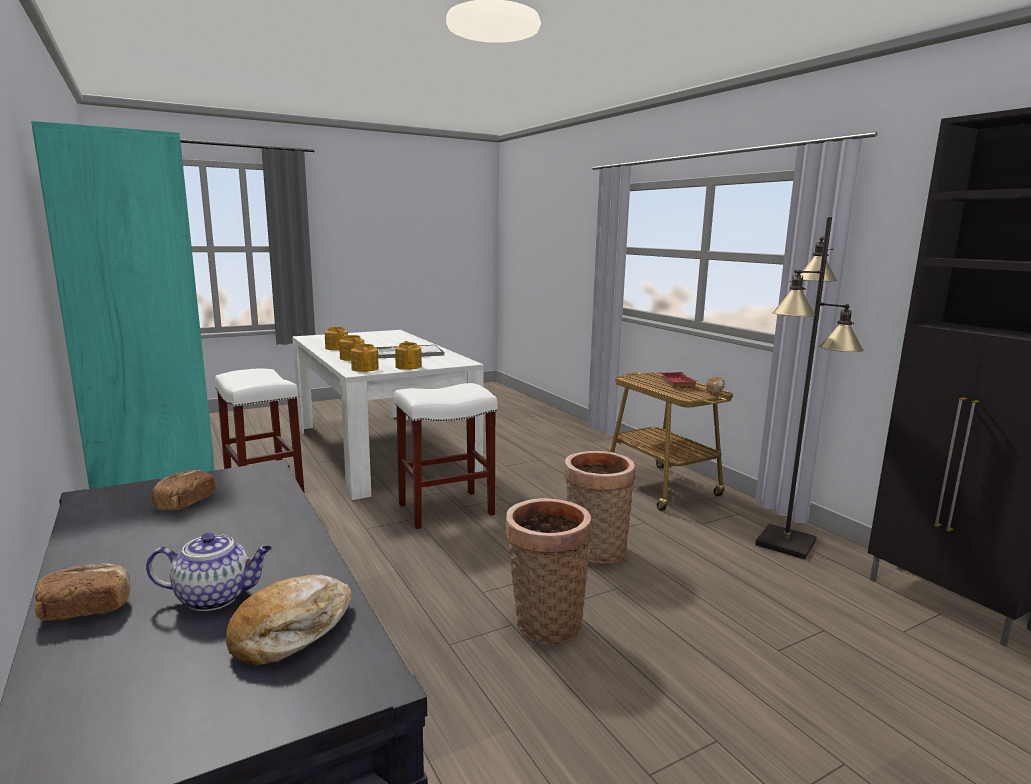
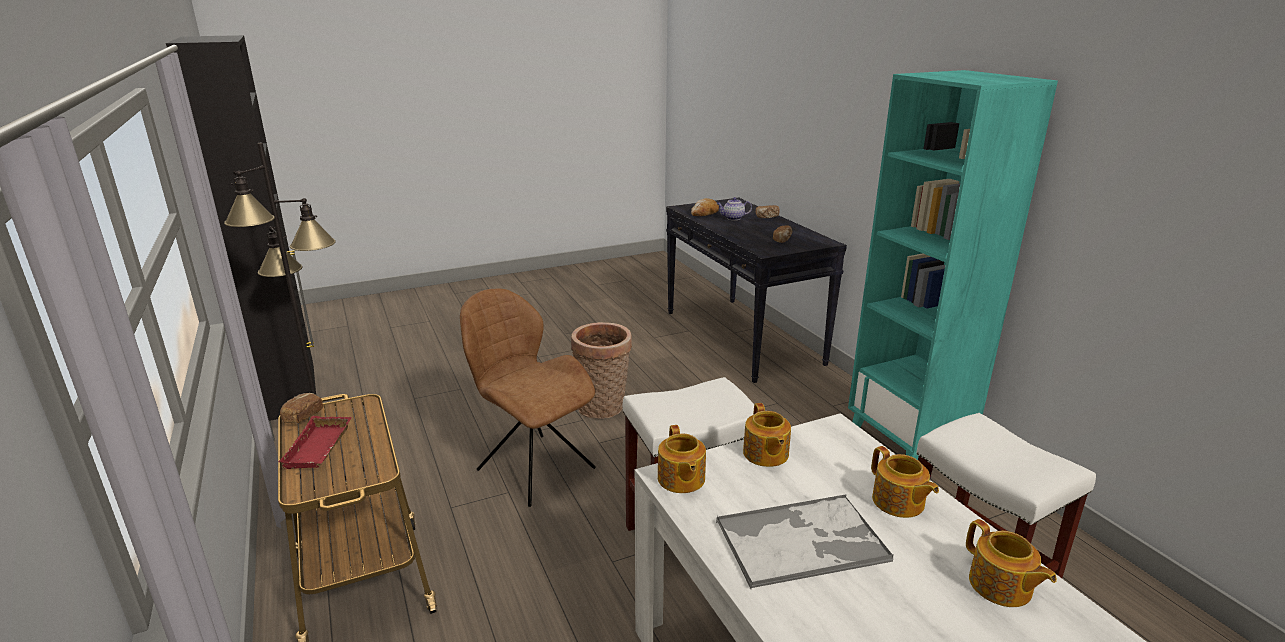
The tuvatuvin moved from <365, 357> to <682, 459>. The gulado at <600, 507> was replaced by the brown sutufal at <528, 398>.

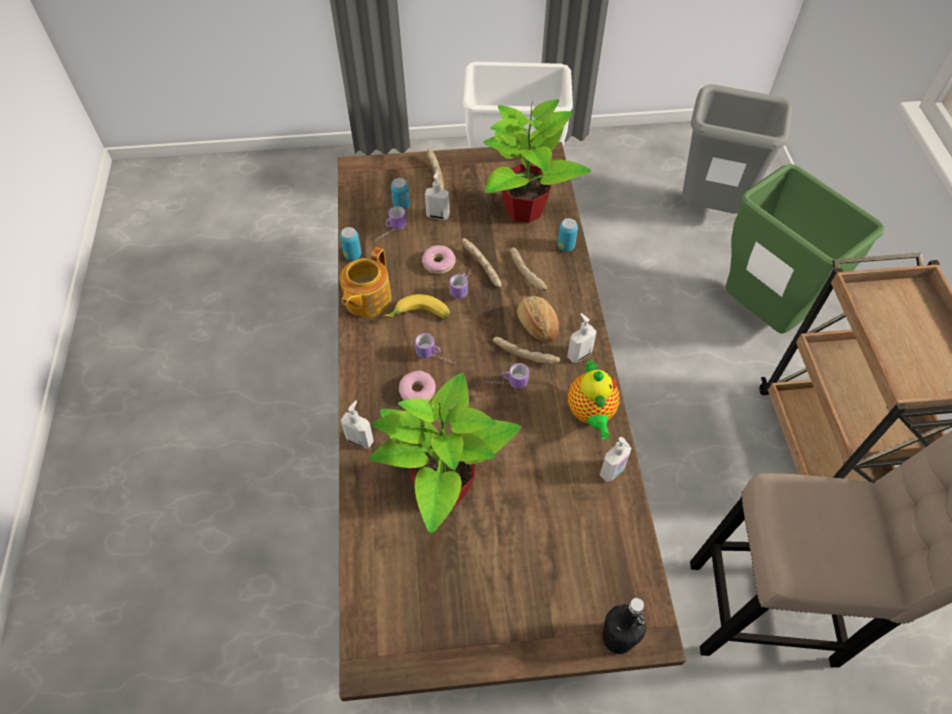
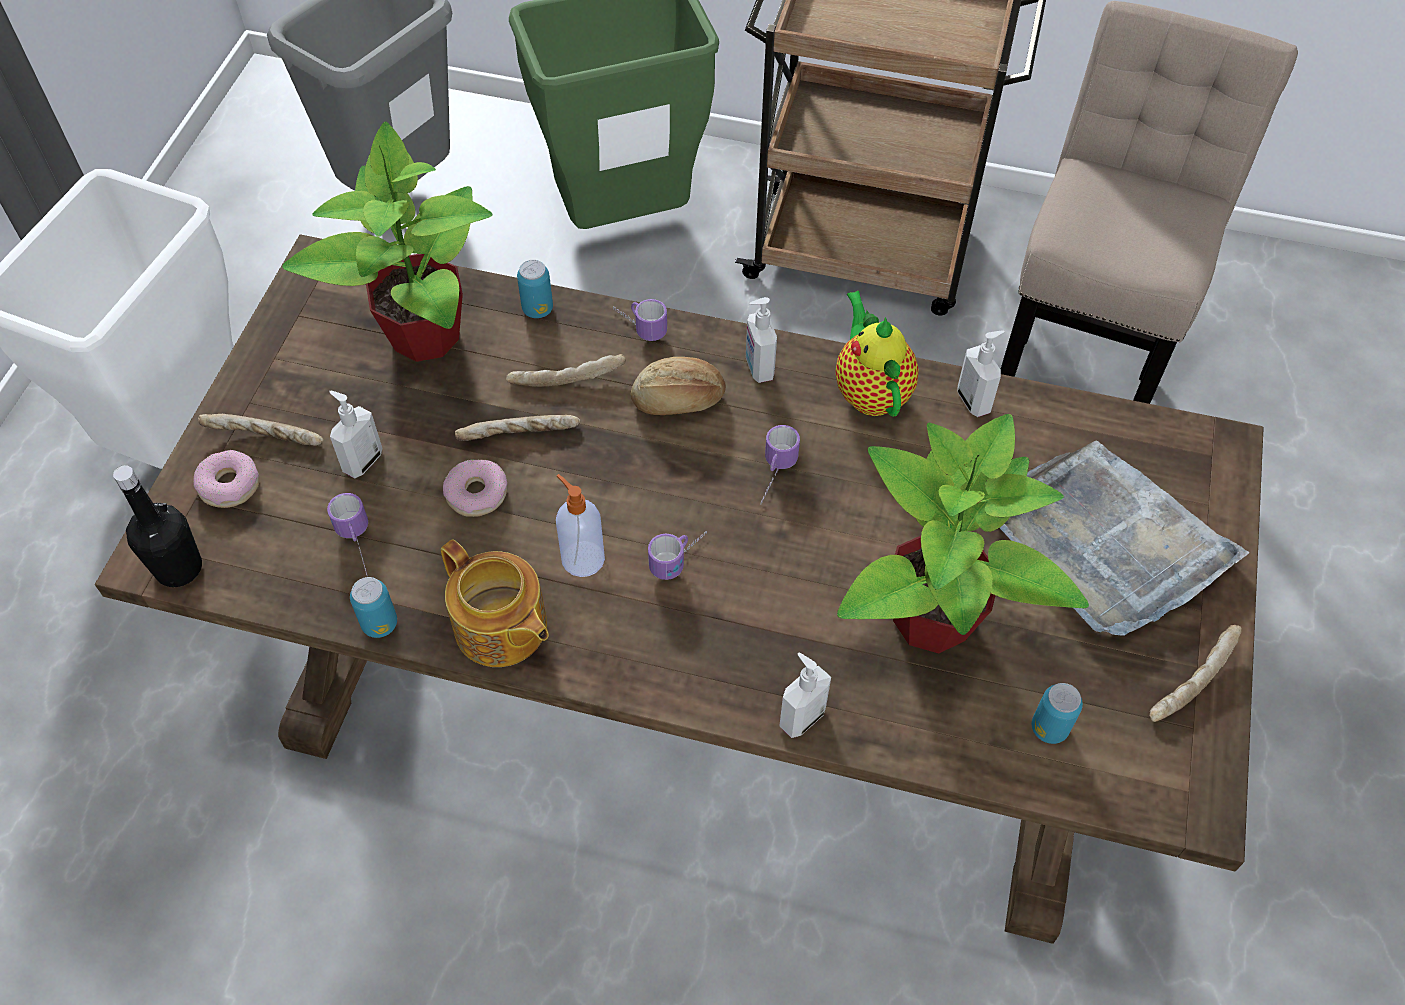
The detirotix moved from <400, 194> to <1057, 713>. The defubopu moved from <459, 285> to <640, 320>. The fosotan at <416, 306> was replaced by the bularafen at <580, 525>. The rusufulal moved from <526, 350> to <1195, 673>. The tuvatuvin at <594, 399> turned 120 degrees counterclockwise. The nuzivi moved from <417, 386> to <226, 479>. The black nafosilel moved from <624, 626> to <157, 526>. The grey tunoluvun at <1124, 538> appeared.

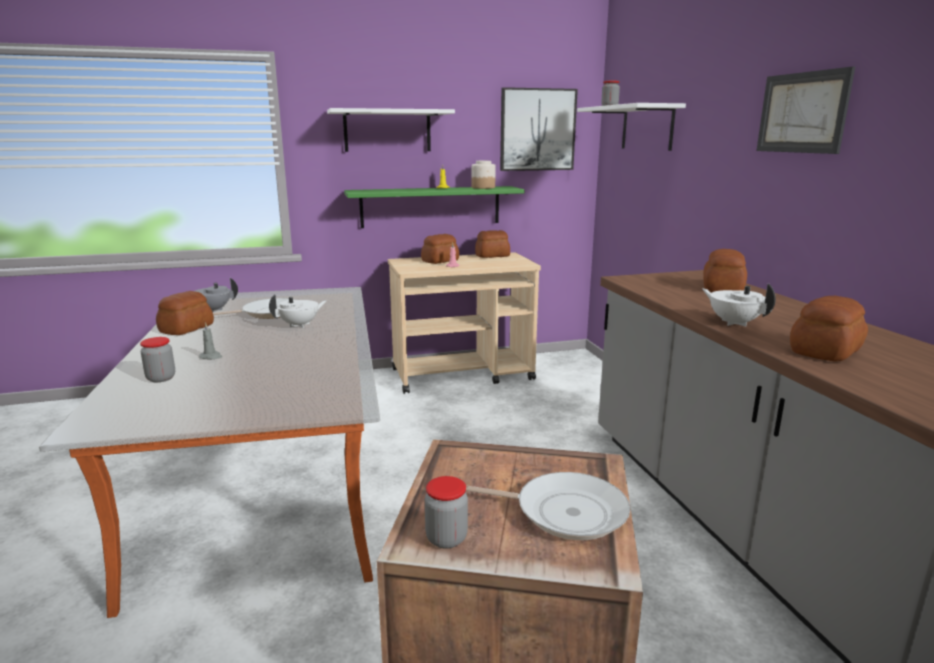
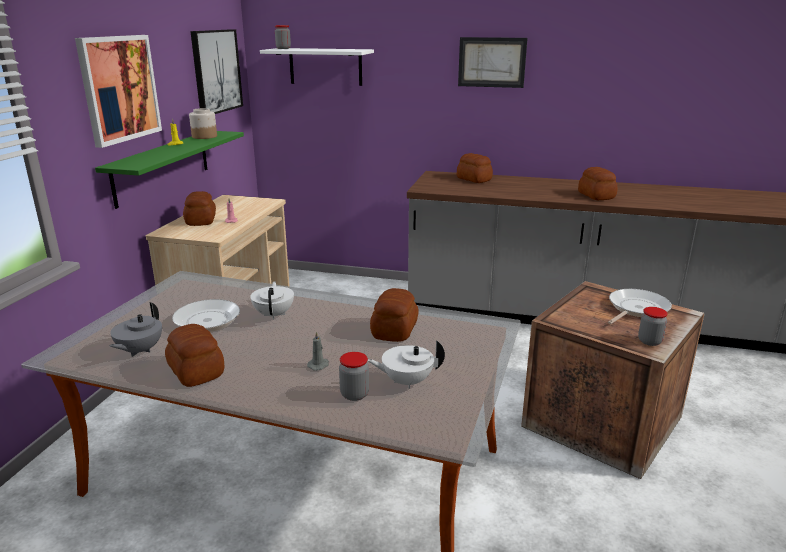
The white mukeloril at <391, 130> was replaced by the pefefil at <118, 91>. The rusufulal moved from <492, 244> to <394, 315>. The white tuvatuvin moved from <739, 305> to <406, 364>.

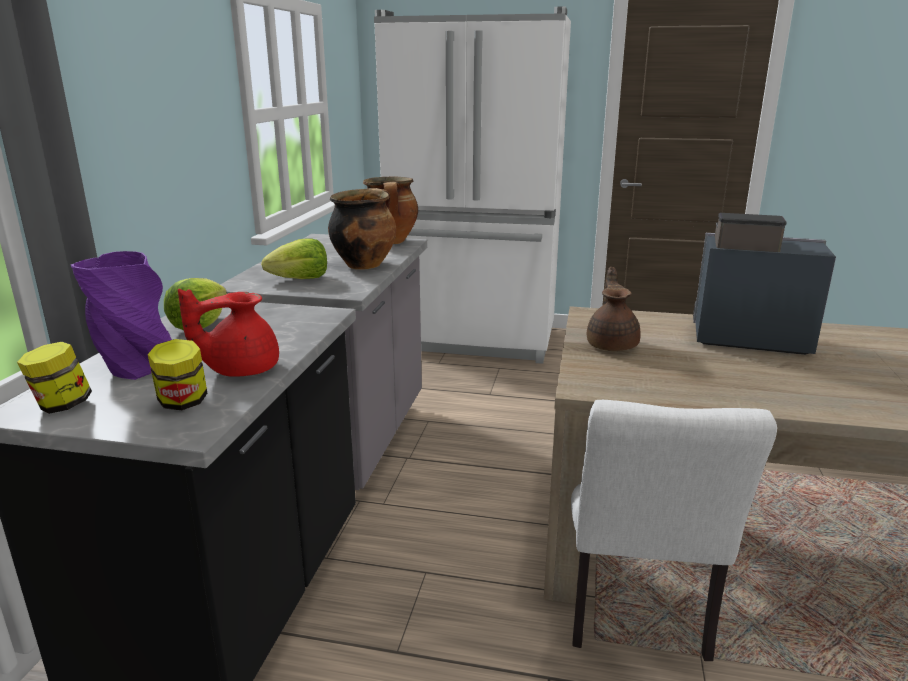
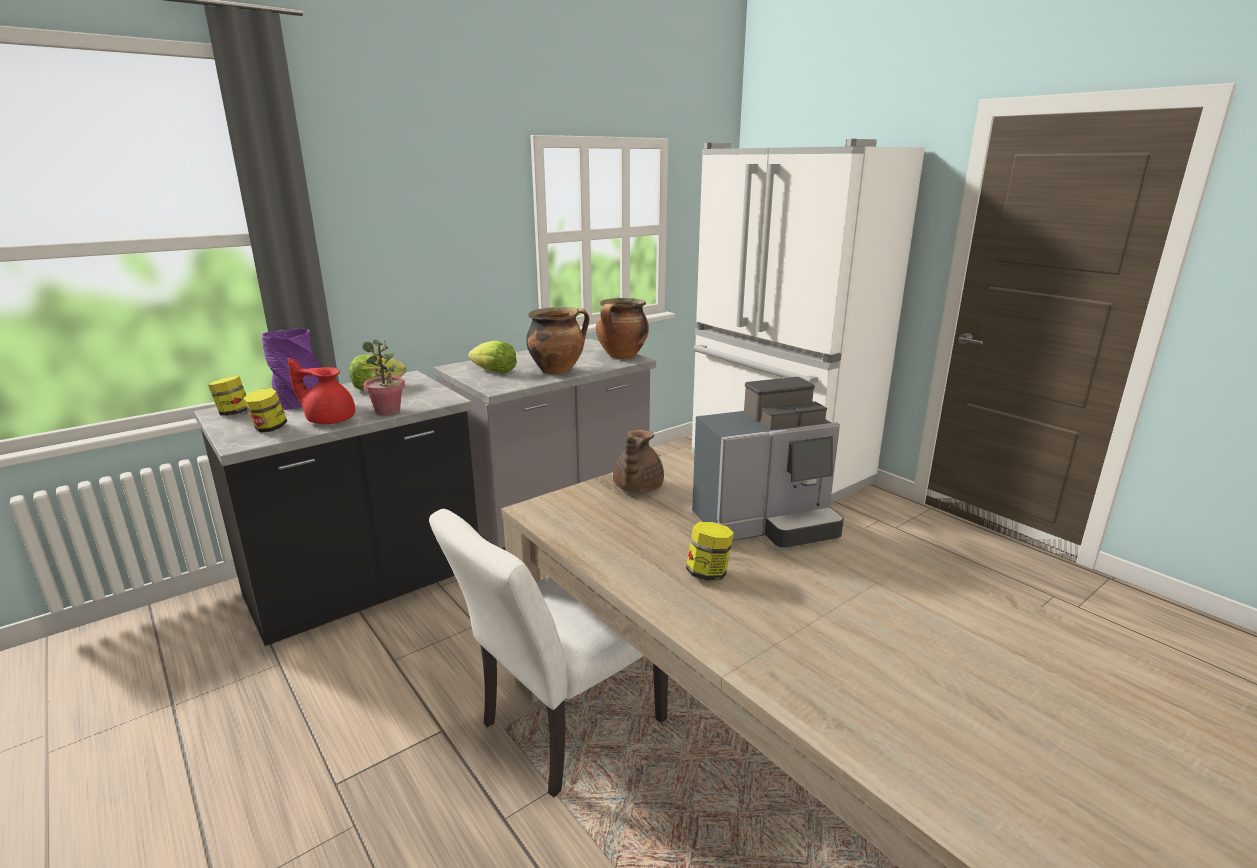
The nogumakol at <764, 284> turned 105 degrees clockwise. The brown tuvatuvin at <614, 309> turned 150 degrees clockwise. The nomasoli at <383, 378> appeared. The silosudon at <710, 551> appeared.

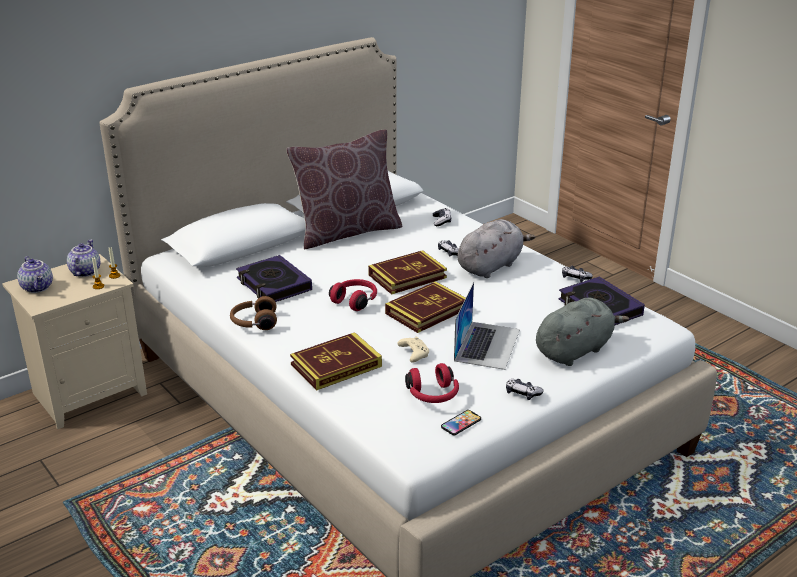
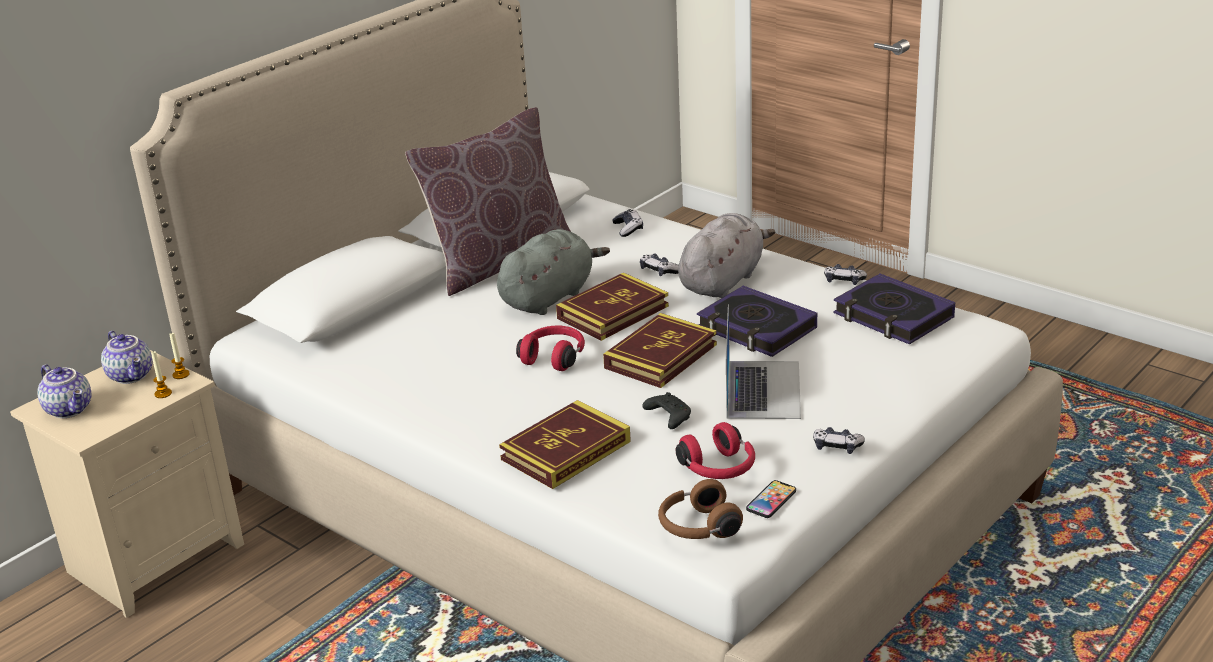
The tuvatuvin at <83, 258> turned 150 degrees clockwise. The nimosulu moved from <274, 278> to <757, 321>. The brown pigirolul moved from <253, 313> to <700, 509>. The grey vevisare moved from <582, 332> to <553, 272>. The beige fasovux at <413, 349> became the black fasovux at <666, 410>.

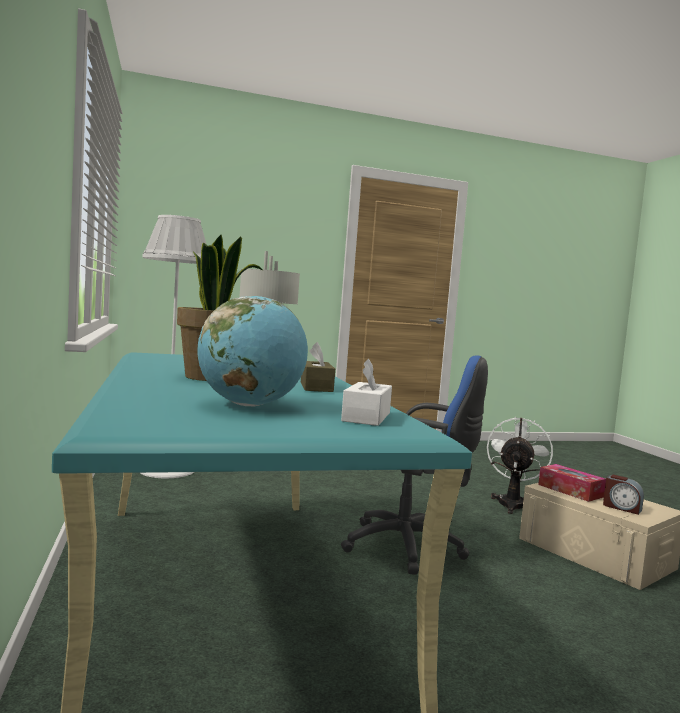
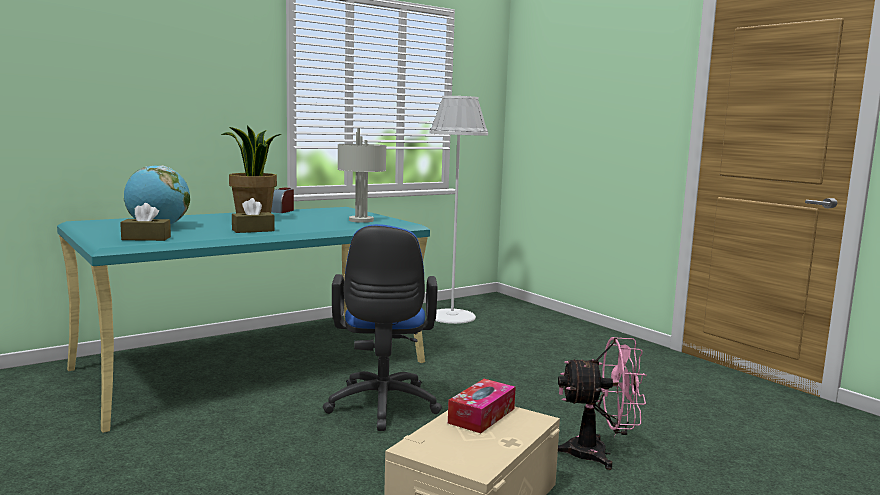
The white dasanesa at <366, 392> became the brown dasanesa at <145, 222>. The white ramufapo at <520, 465> became the pink ramufapo at <602, 403>. The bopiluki moved from <623, 495> to <282, 200>.

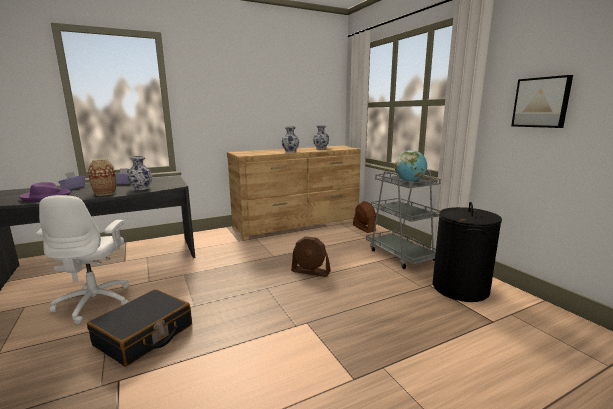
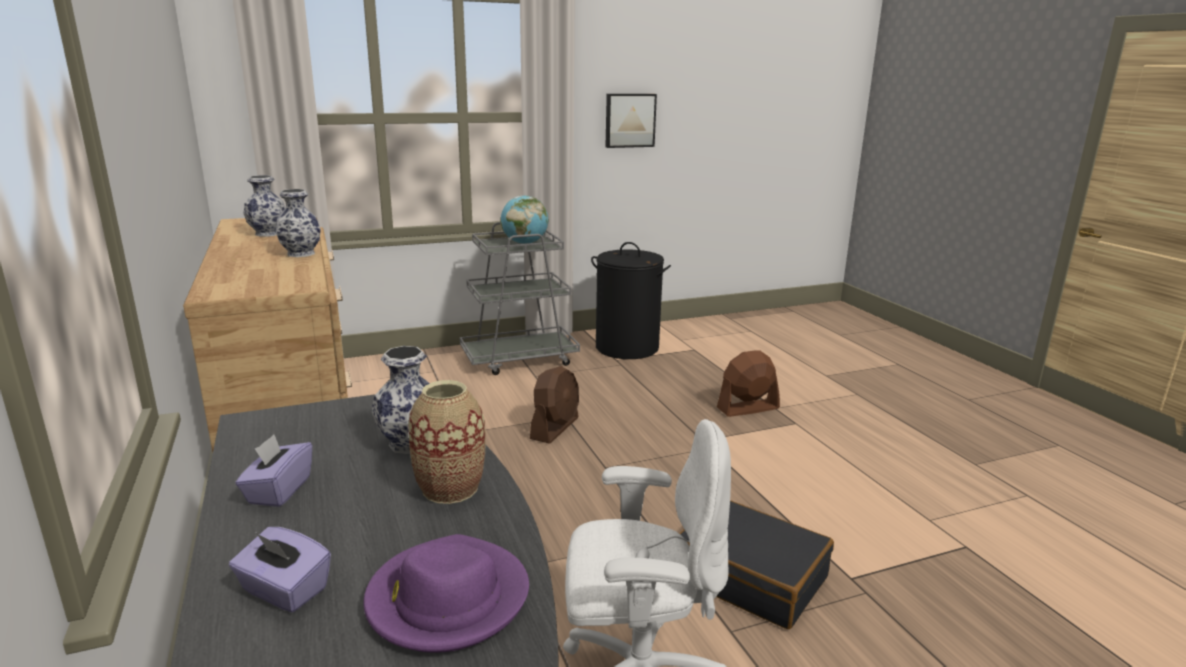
The brown ramufapo moved from <364, 217> to <748, 383>.

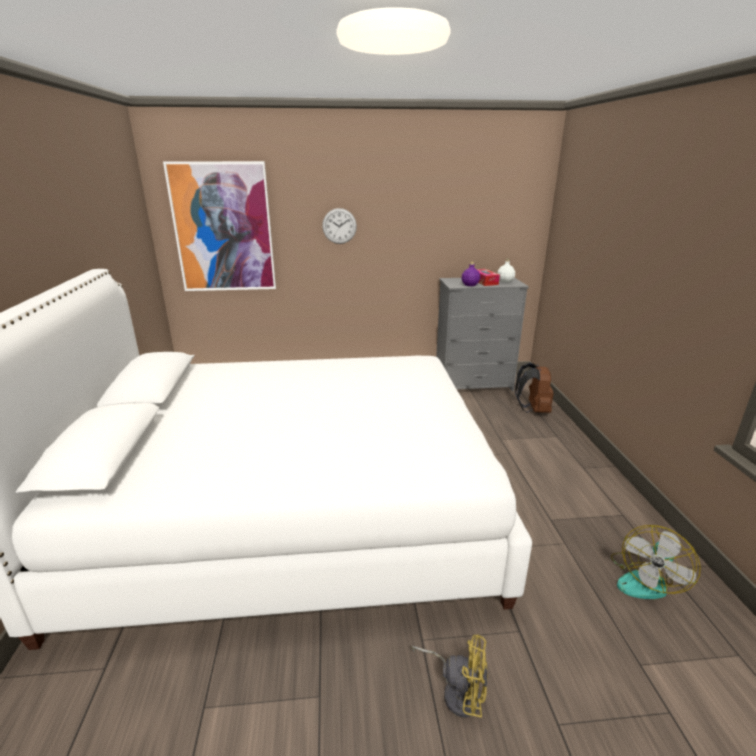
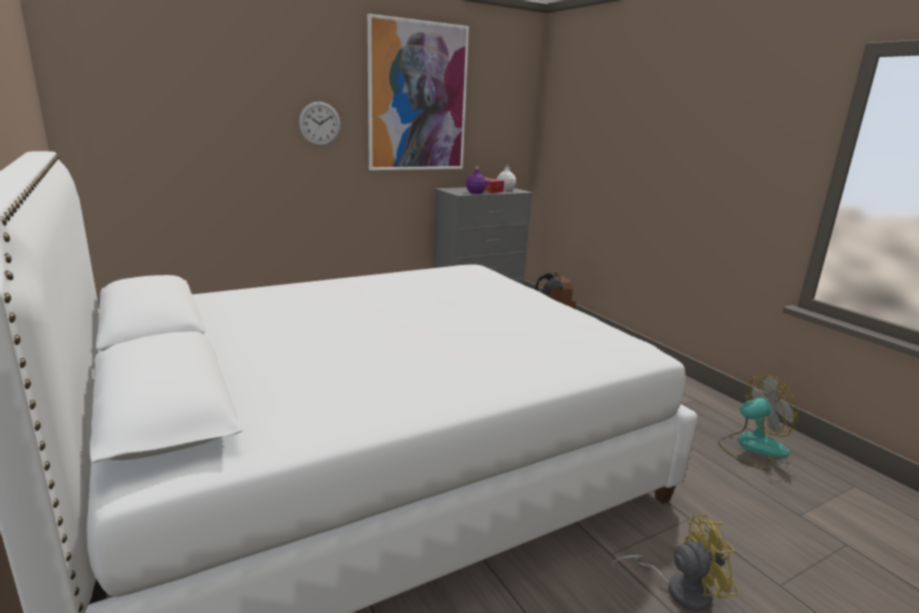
The pefefil moved from <219, 226> to <418, 92>. The ramufapo at <656, 562> turned 120 degrees counterclockwise.

